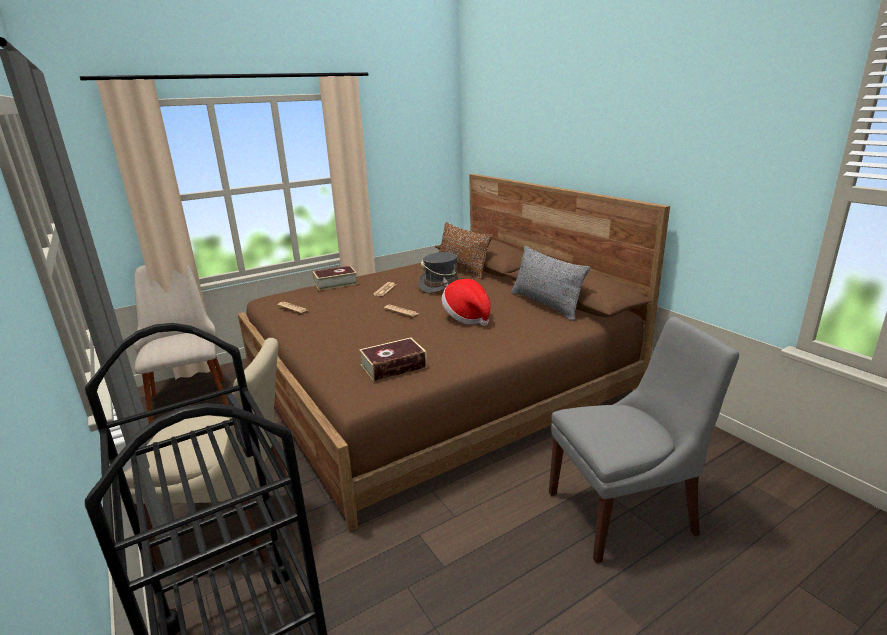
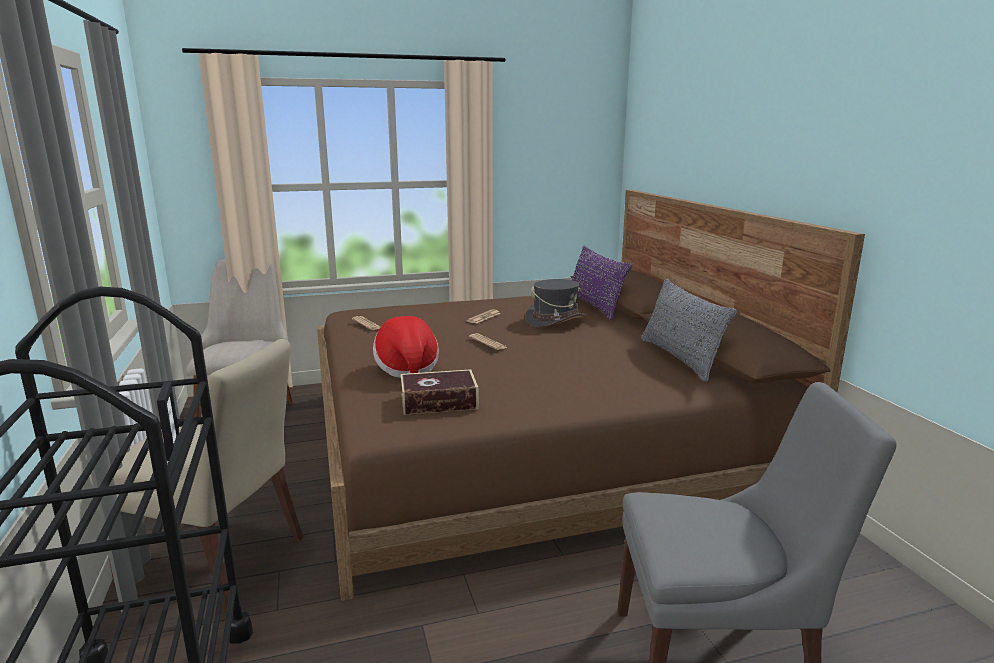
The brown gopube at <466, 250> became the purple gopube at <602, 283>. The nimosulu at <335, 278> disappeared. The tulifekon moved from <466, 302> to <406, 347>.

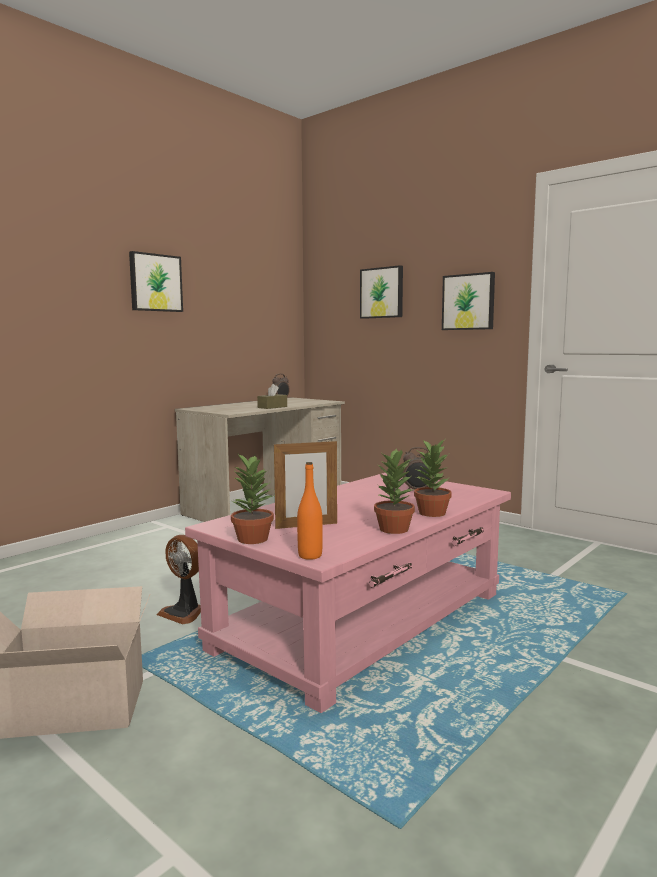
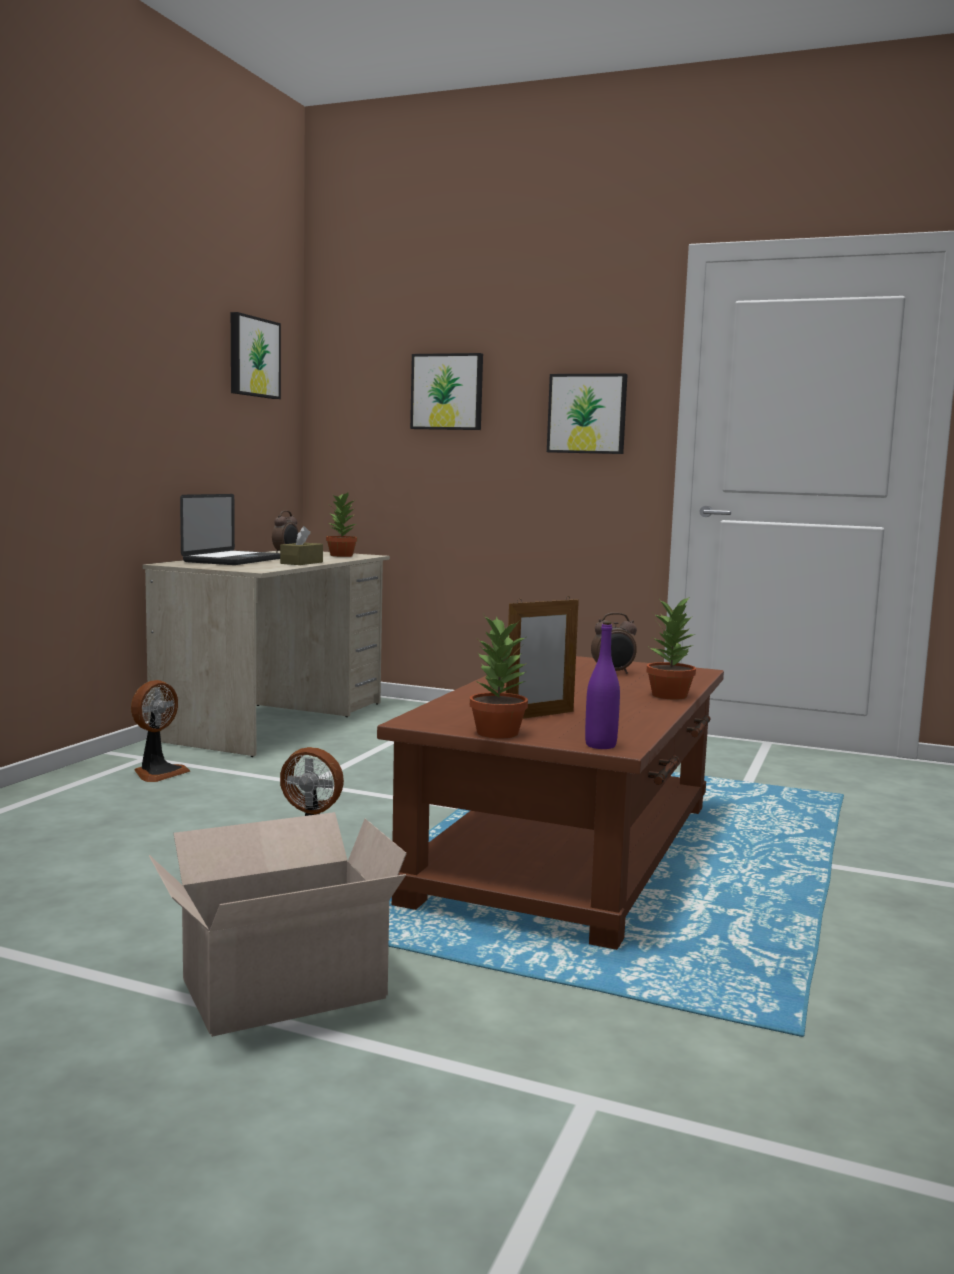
The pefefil moved from <156, 281> to <256, 355>. The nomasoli moved from <394, 491> to <341, 525>. The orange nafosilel at <310, 511> became the purple nafosilel at <602, 685>. The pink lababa at <348, 593> became the brown lababa at <550, 803>. The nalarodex at <230, 529> appeared. The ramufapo at <160, 731> appeared.

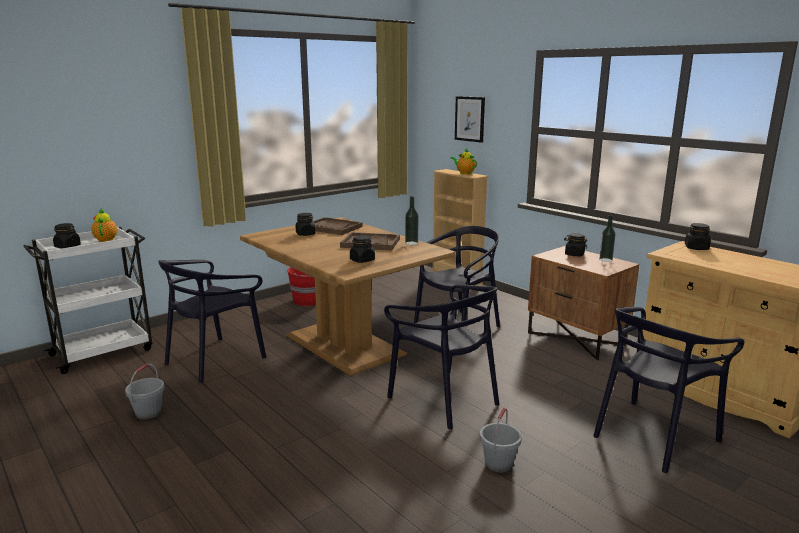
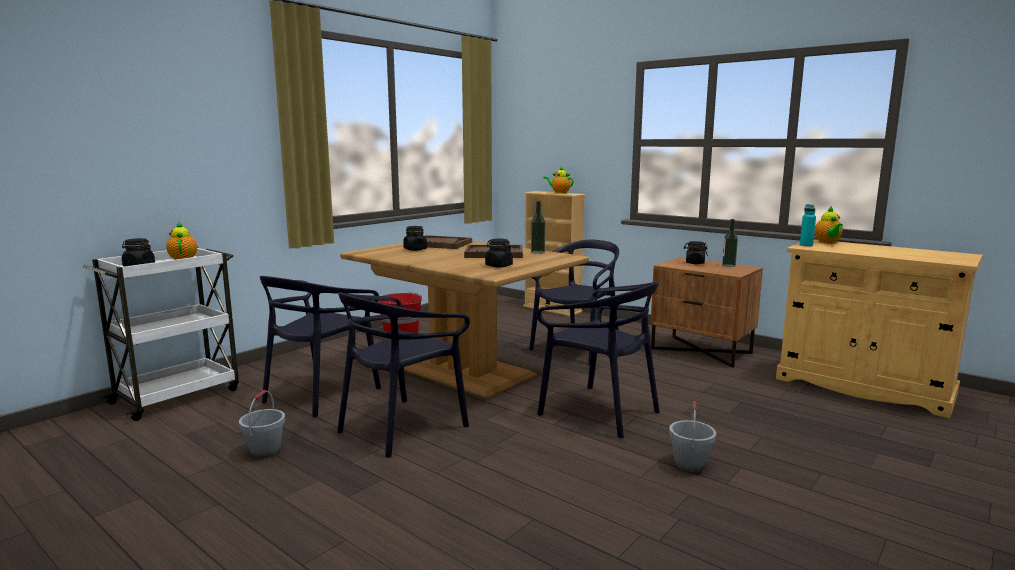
The pefefil at <470, 119> disappeared. The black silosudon at <698, 236> was replaced by the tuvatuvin at <828, 225>. The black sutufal moved from <668, 390> to <403, 375>. The turquoise nafosilel at <808, 225> appeared.

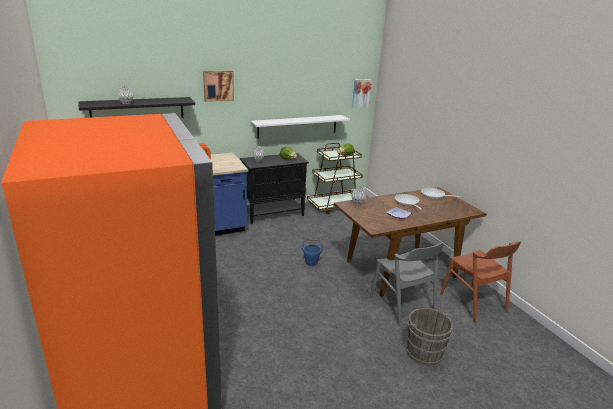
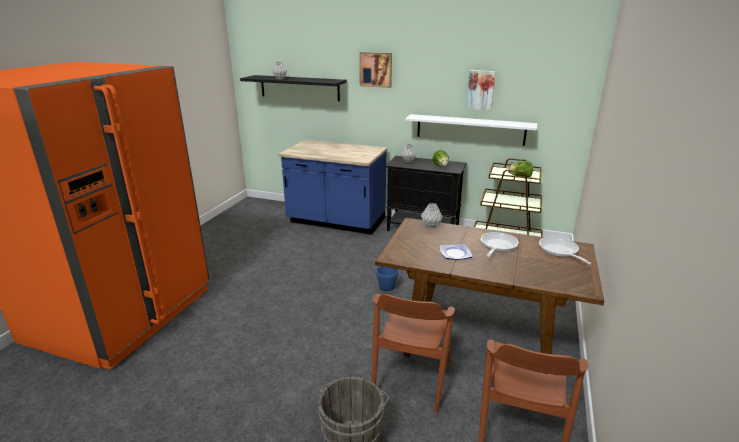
The pefefil moved from <362, 93> to <481, 90>. The grey sutufal at <407, 285> became the brown sutufal at <413, 354>.

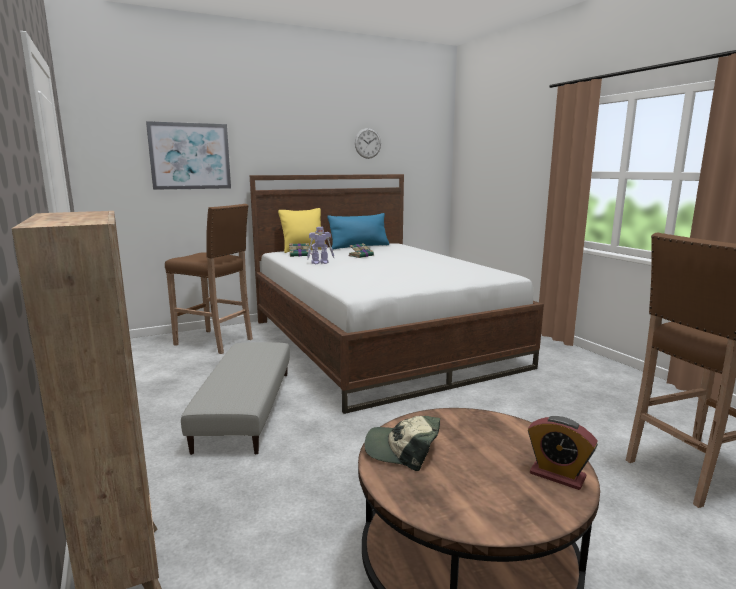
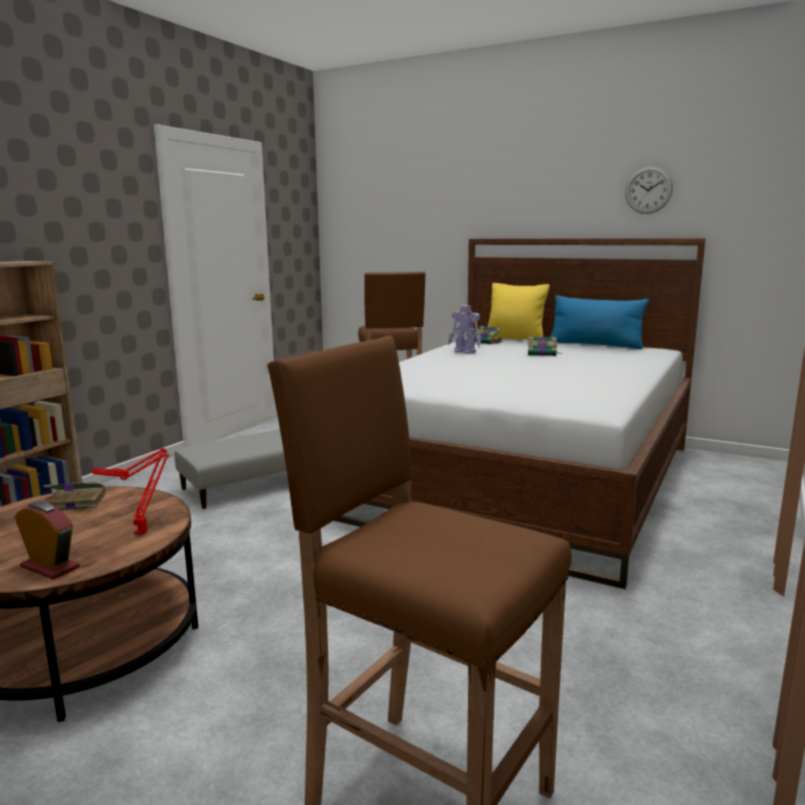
The pefefil at <188, 155> disappeared. The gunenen at <402, 443> was replaced by the nimosulu at <74, 496>. The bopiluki at <563, 453> turned 120 degrees clockwise. The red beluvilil at <130, 491> appeared.

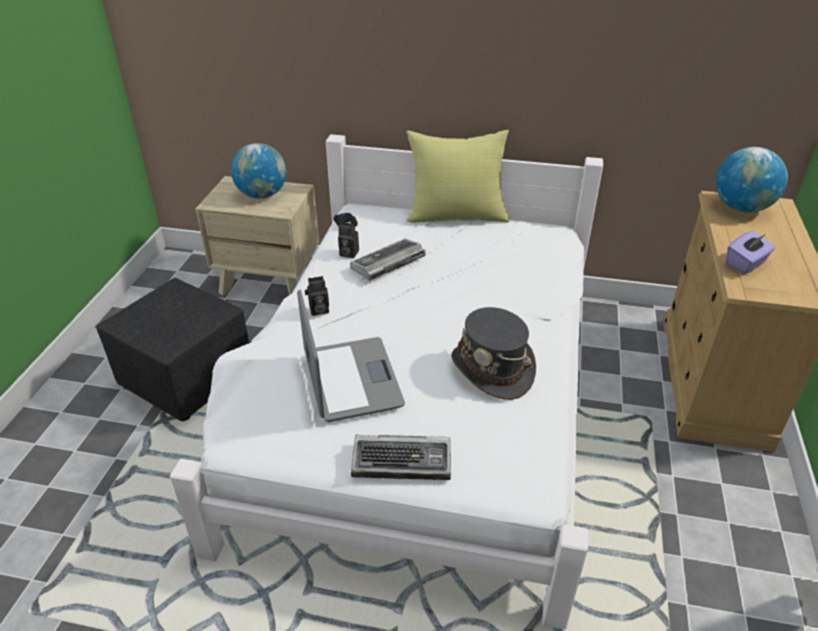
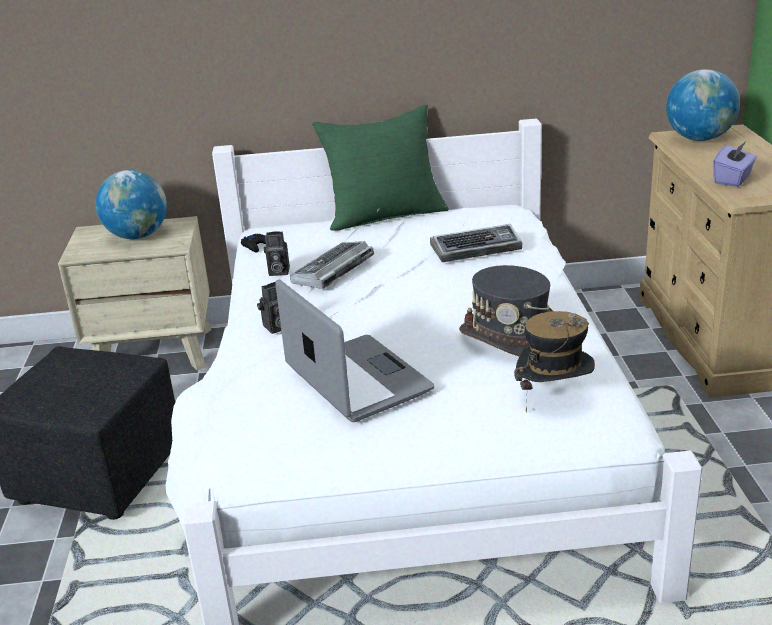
The yellow gopube at <458, 176> became the green gopube at <380, 167>. The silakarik moved from <401, 457> to <476, 243>. The tulifekon at <554, 362> appeared.

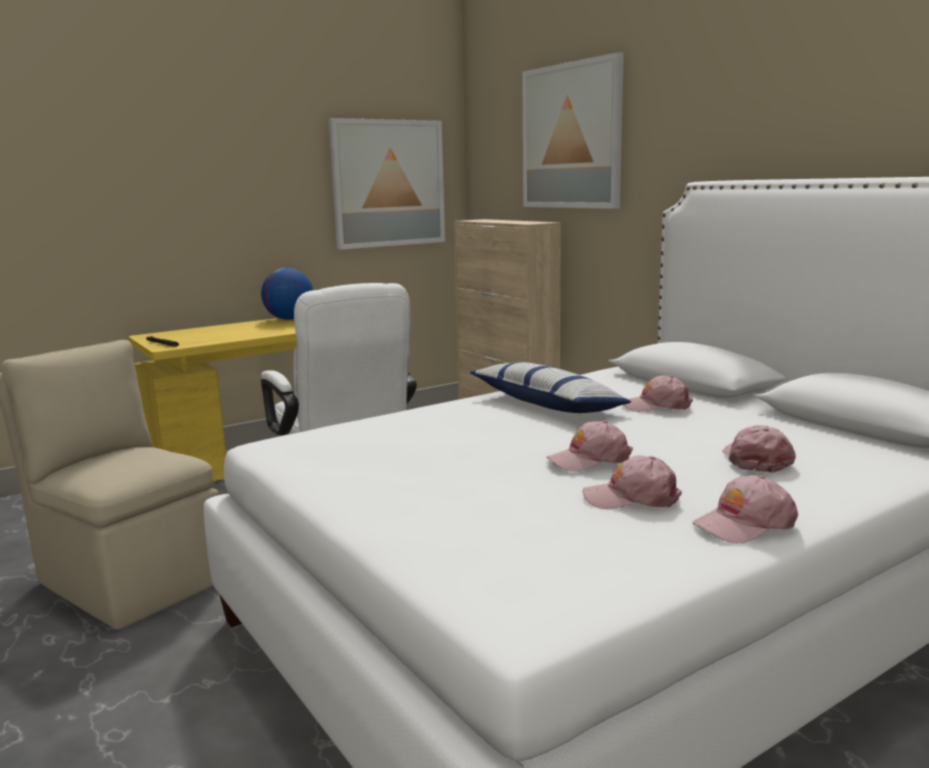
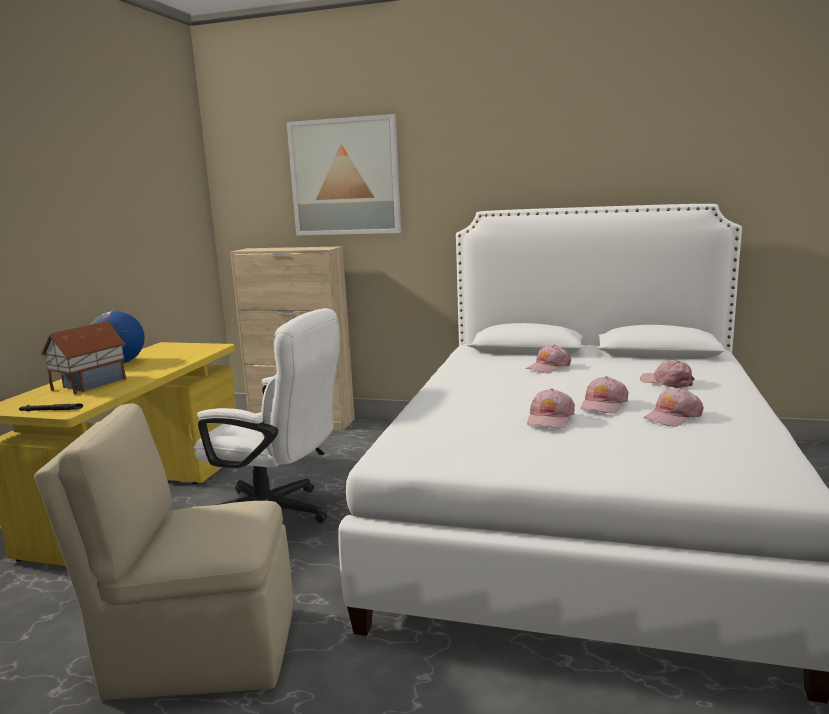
The pefefil at <387, 184> disappeared. The gopube at <550, 387> disappeared. The pink gunenen moved from <745, 509> to <551, 409>. The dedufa at <83, 358> appeared.

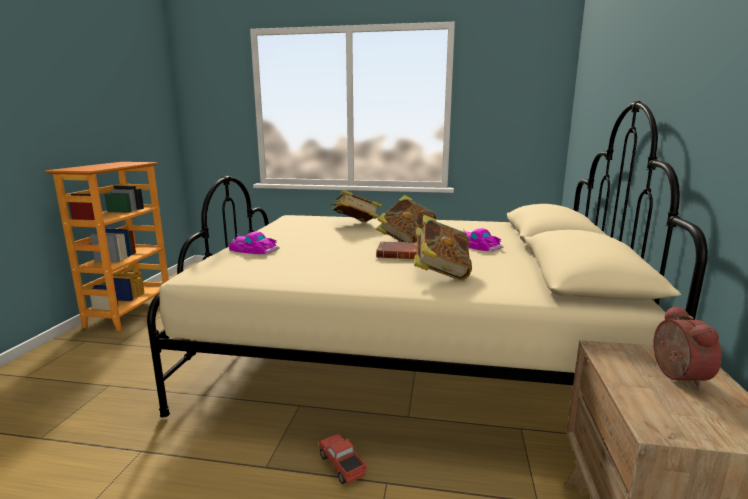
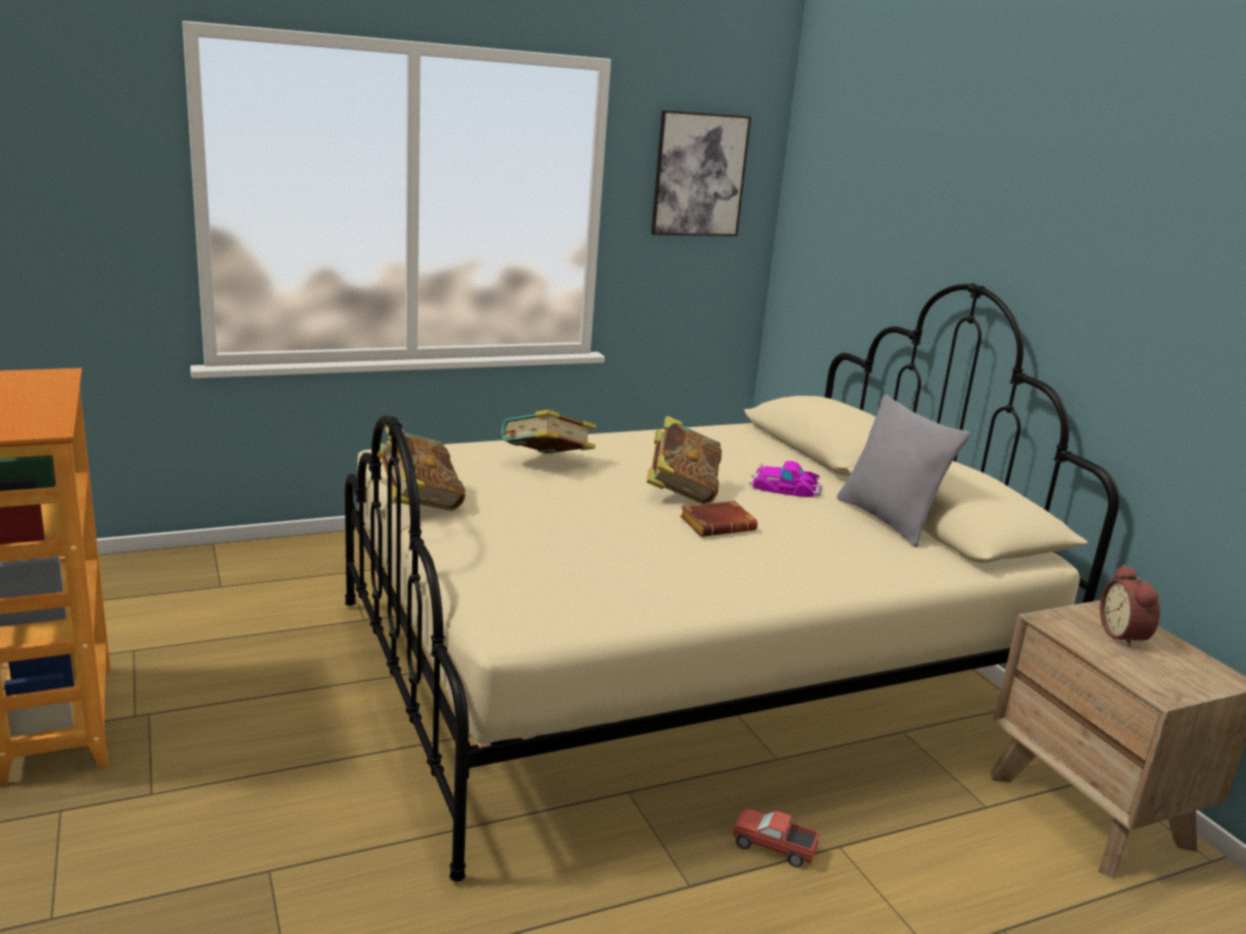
The nimosulu moved from <443, 247> to <421, 468>. The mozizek at <254, 242> disappeared. The bopiluki at <687, 347> turned 150 degrees counterclockwise. The pefefil at <701, 173> appeared. The grey gopube at <904, 470> appeared.

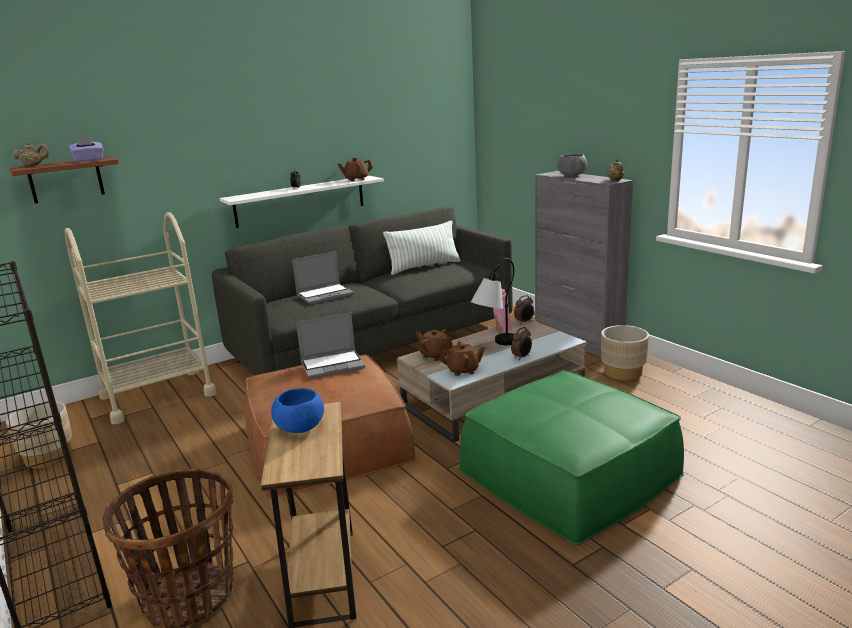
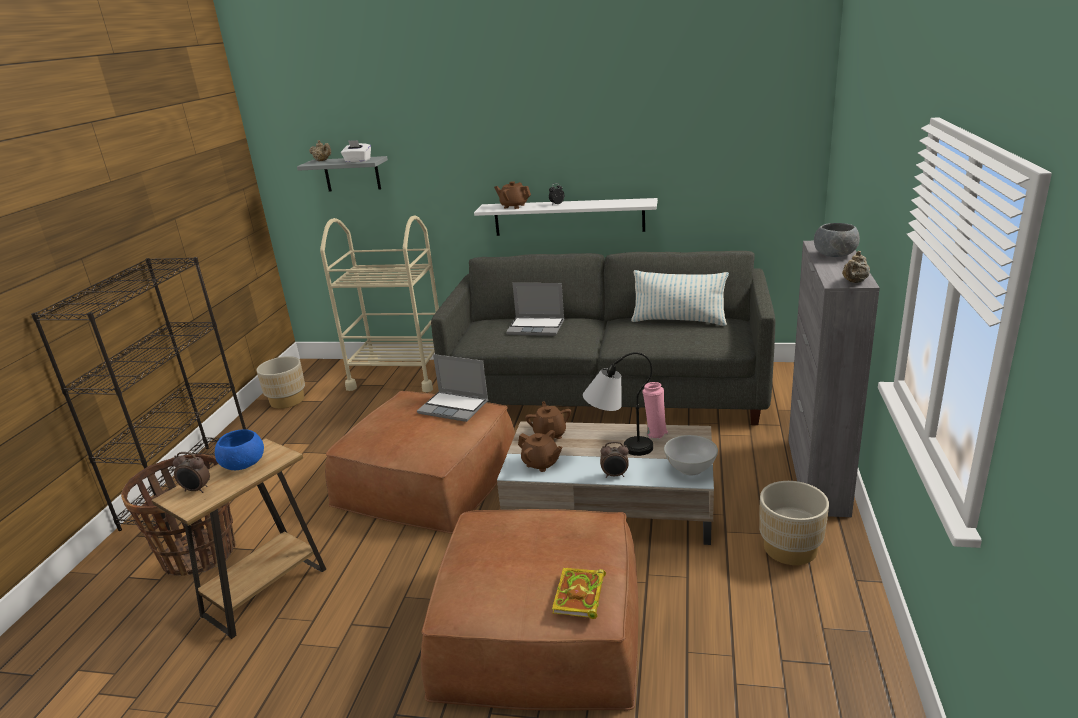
The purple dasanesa at <86, 149> became the white dasanesa at <356, 151>. The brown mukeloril at <64, 180> became the grey mukeloril at <342, 174>. The brown tuvatuvin moved from <355, 170> to <512, 195>. The bopiluki moved from <524, 309> to <191, 472>. The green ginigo at <571, 457> became the brown ginigo at <529, 610>. The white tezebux at <691, 455> appeared. The nimosulu at <579, 593> appeared.

